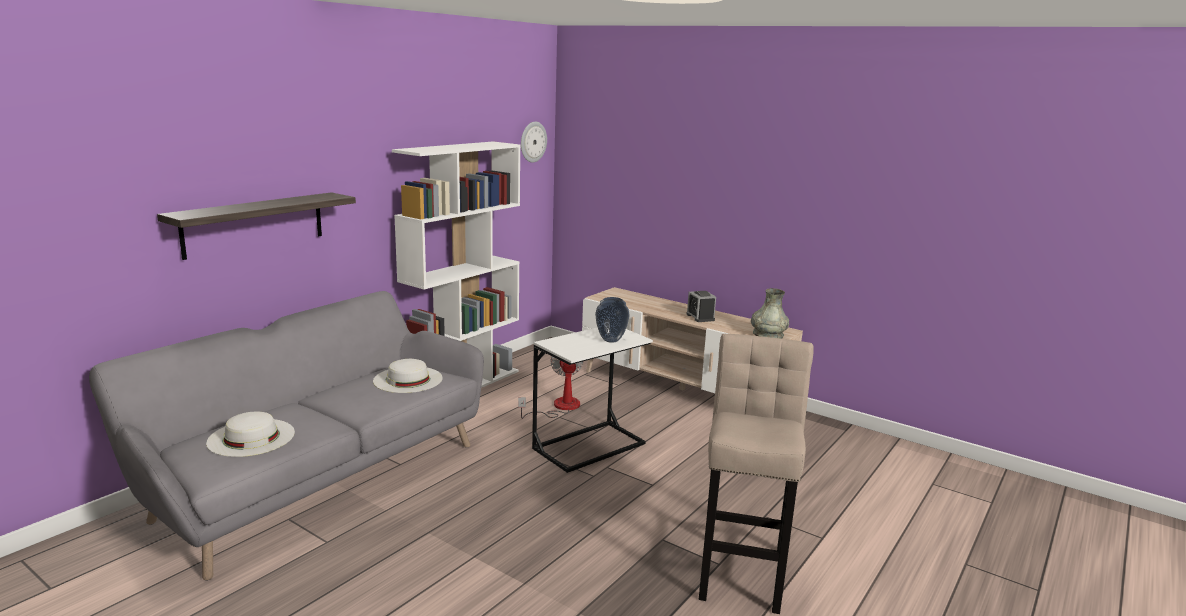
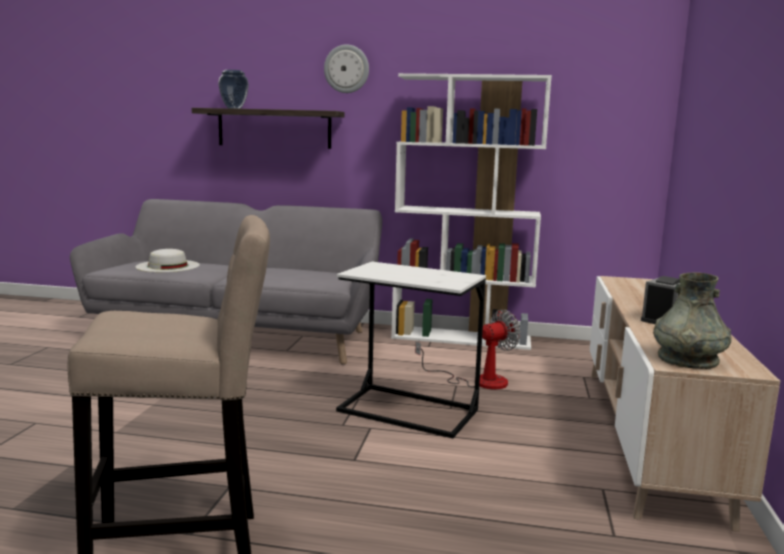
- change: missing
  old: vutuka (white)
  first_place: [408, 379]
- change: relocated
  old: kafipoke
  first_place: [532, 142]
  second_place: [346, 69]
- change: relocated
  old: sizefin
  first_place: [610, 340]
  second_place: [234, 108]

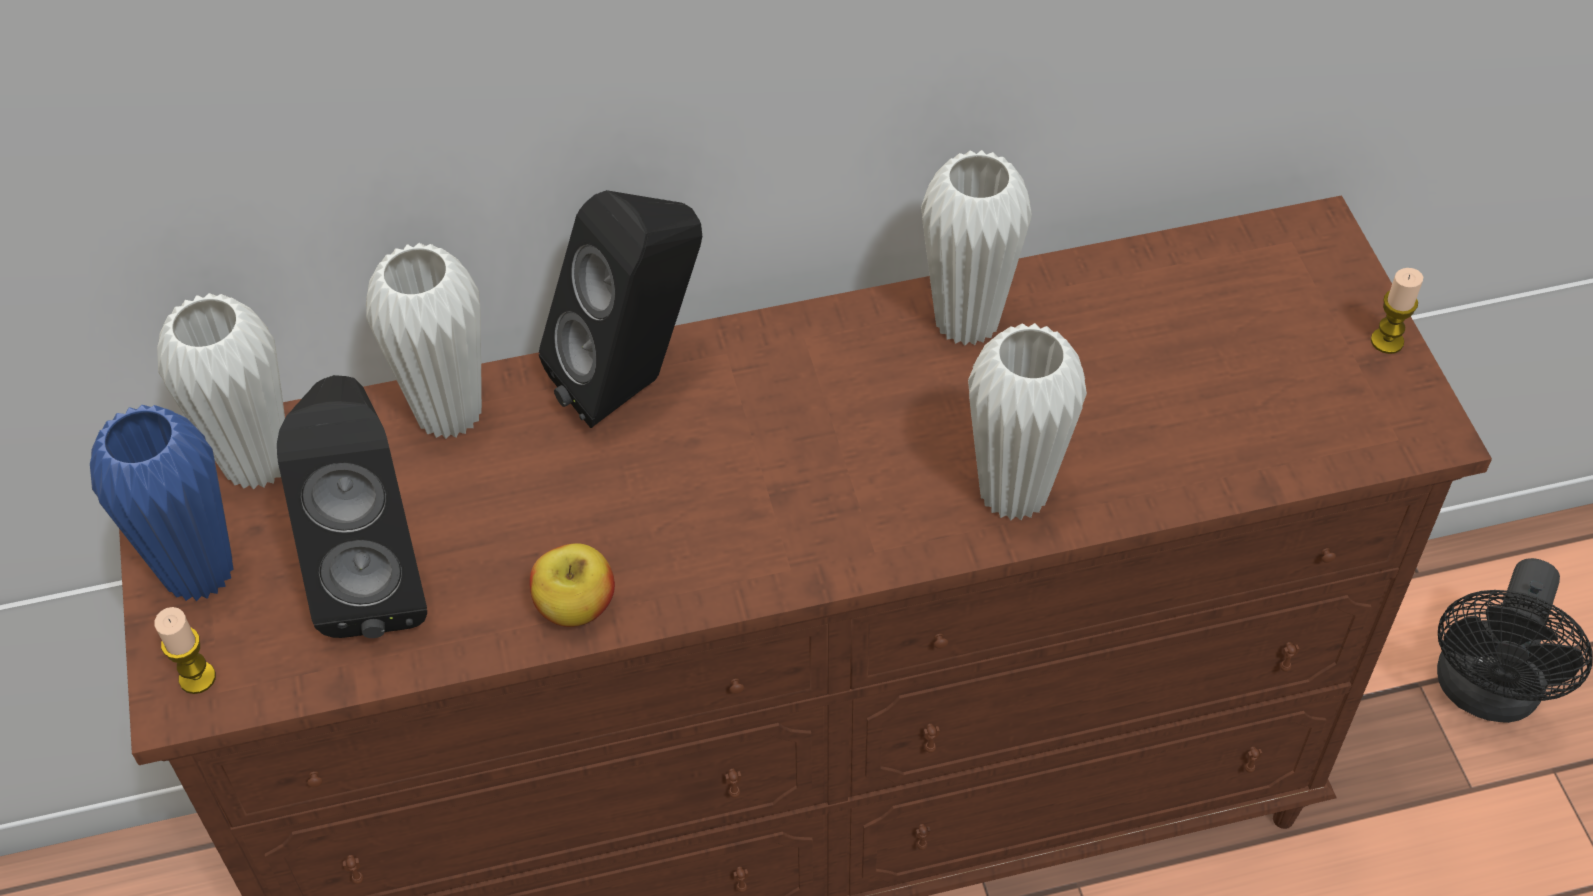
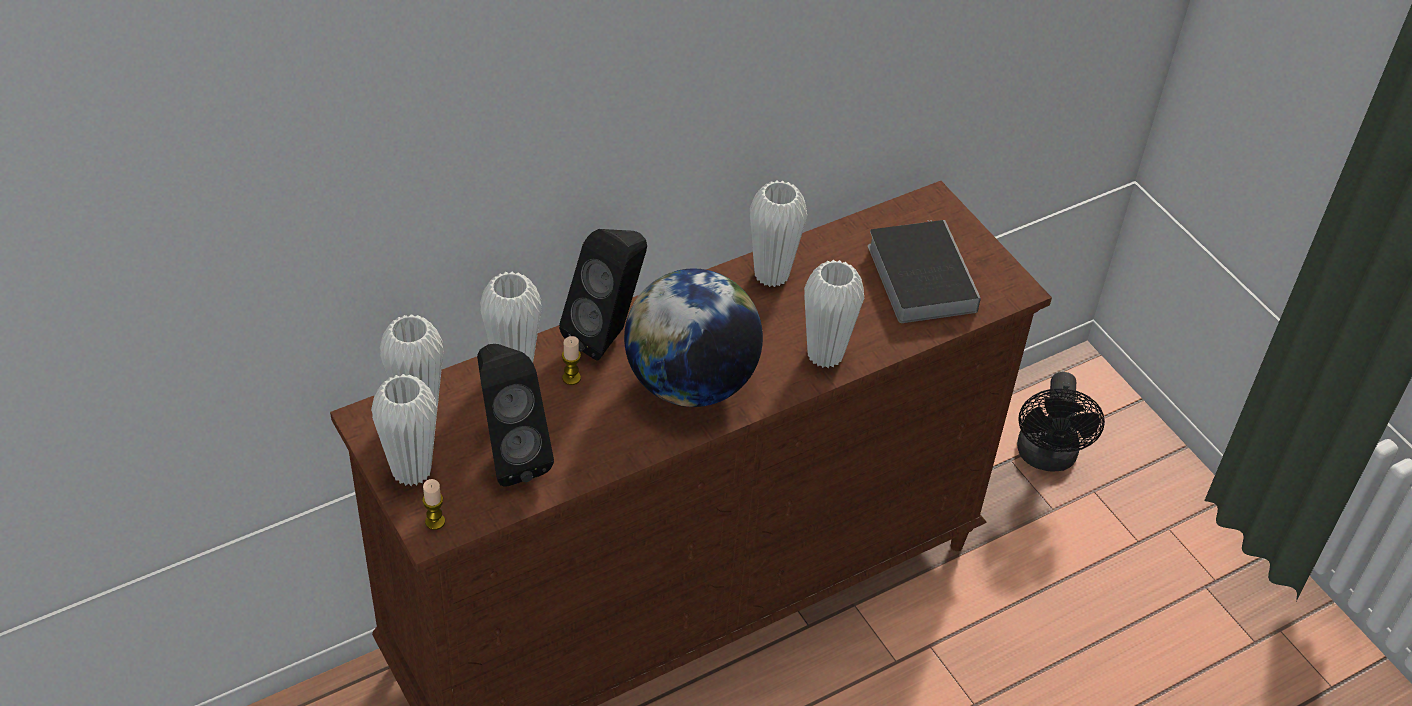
- change: missing
  old: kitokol
  first_place: [575, 606]
- change: appeared
  new: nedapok
  second_place: [690, 383]
- change: appeared
  new: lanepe
  second_place: [919, 275]
- change: relocated
  old: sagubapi
  first_place: [1387, 341]
  second_place: [571, 378]
- change: colour
  old: sizefin (blue)
  new: sizefin (white)
  first_place: [199, 572]
  second_place: [411, 471]

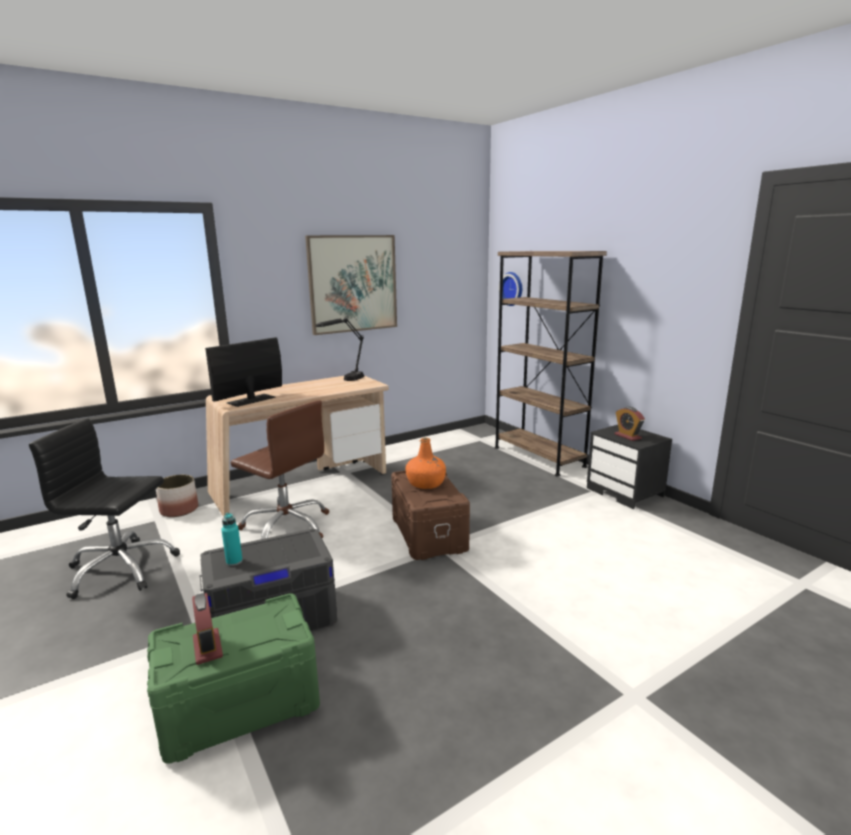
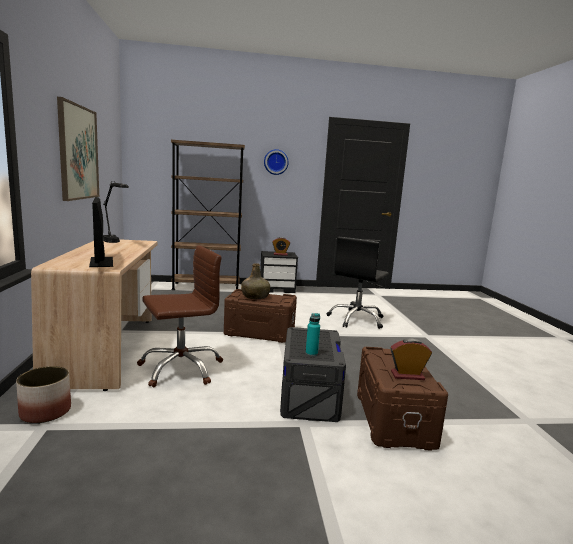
- change: relocated
  old: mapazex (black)
  first_place: [121, 569]
  second_place: [356, 319]
- change: relocated
  old: kafipoke
  first_place: [513, 288]
  second_place: [276, 162]
- change: colour
  old: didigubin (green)
  new: didigubin (brown)
  first_place: [239, 703]
  second_place: [392, 419]
- change: colour
  old: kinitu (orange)
  new: kinitu (green)
  first_place: [426, 483]
  second_place: [255, 297]

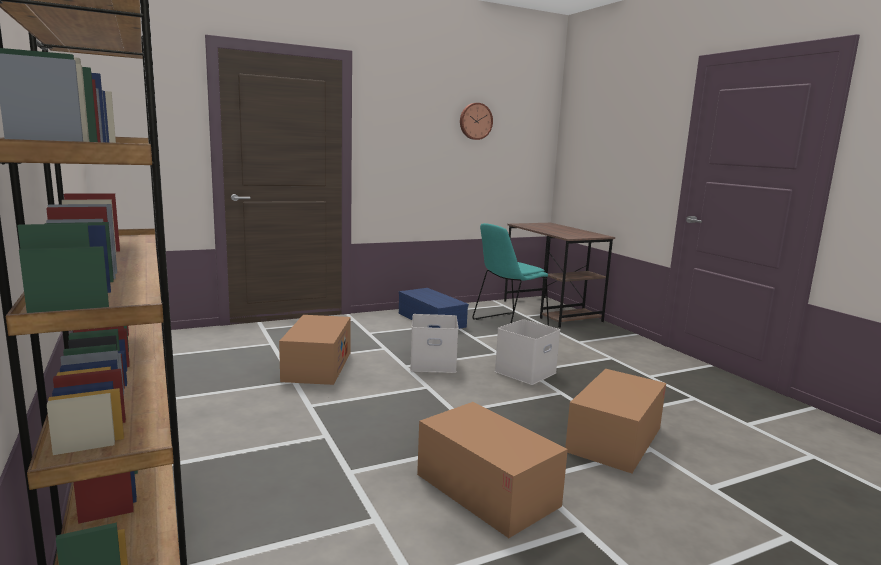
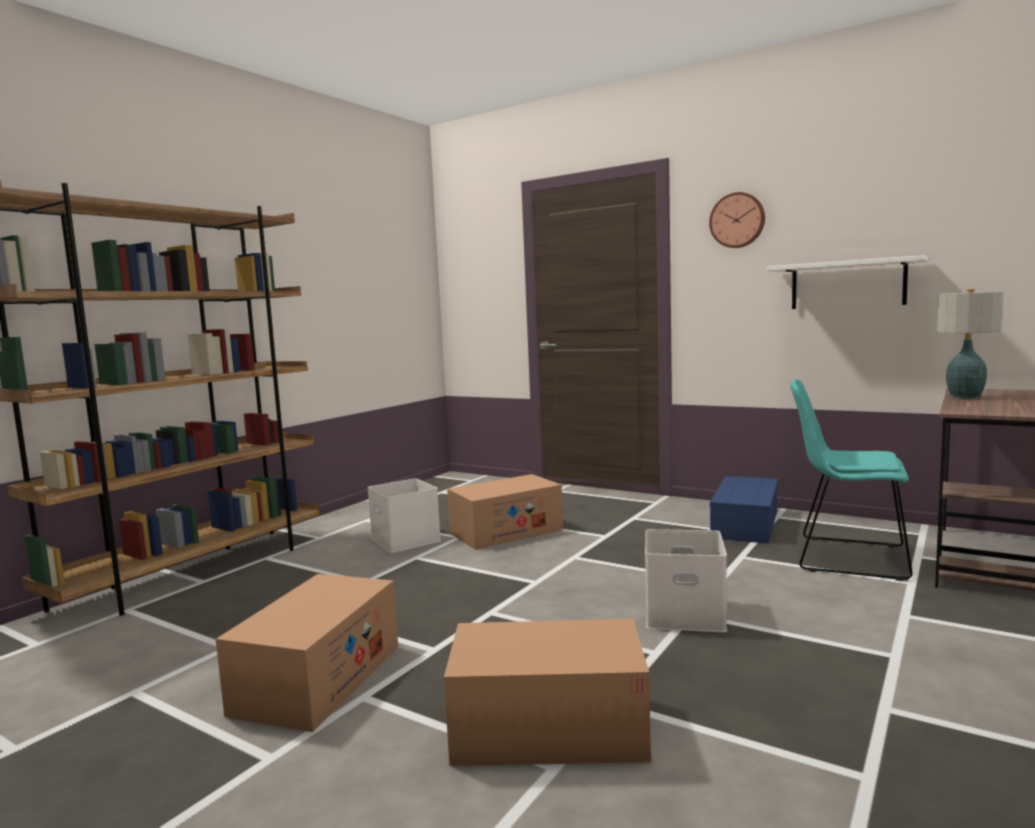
- change: appeared
  new: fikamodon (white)
  second_place: [847, 284]
- change: appeared
  new: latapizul
  second_place: [965, 397]
- change: relocated
  old: didigubin (white)
  first_place: [432, 364]
  second_place: [404, 540]
- change: relocated
  old: kafipoke
  first_place: [475, 121]
  second_place: [737, 220]

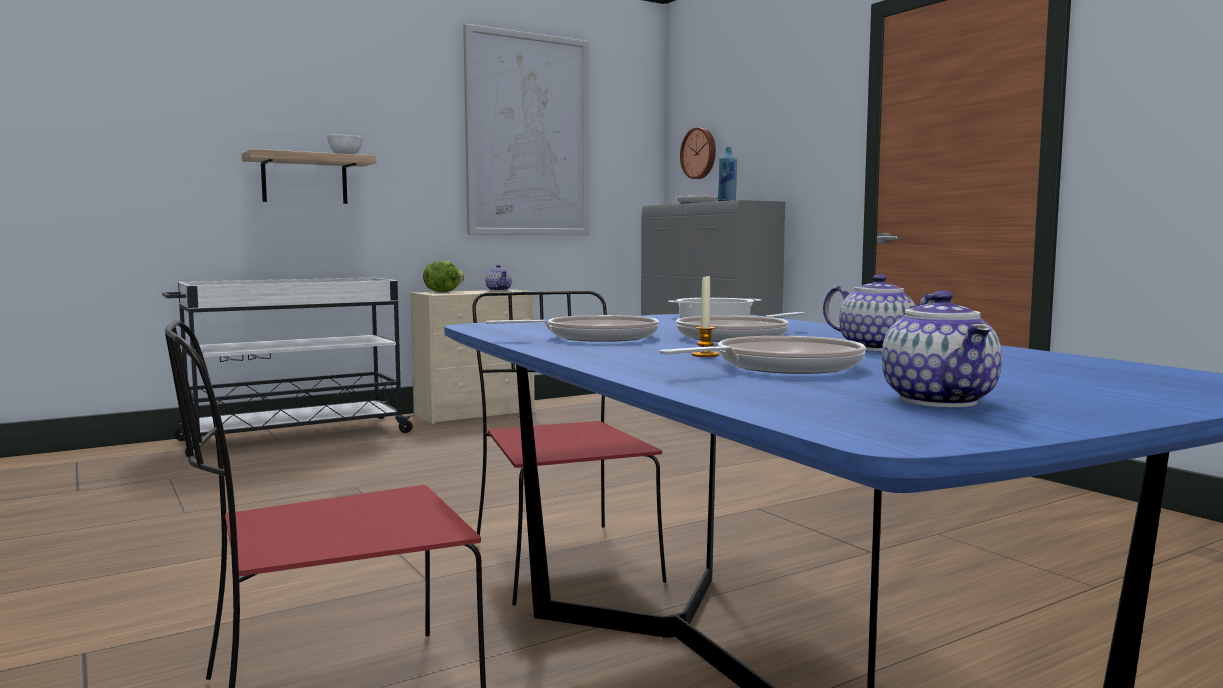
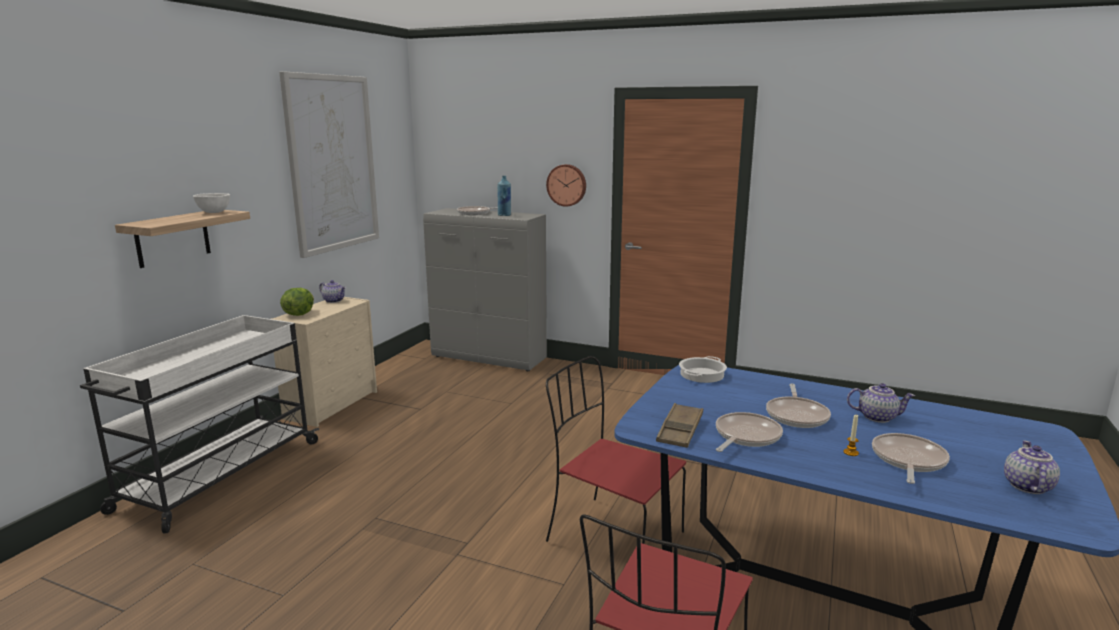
- change: appeared
  new: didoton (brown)
  second_place: [680, 430]
- change: relocated
  old: kafipoke
  first_place: [699, 153]
  second_place: [567, 185]
- change: spun
  old: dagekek
  first_place: [941, 401]
  second_place: [1026, 486]
  degrees: -120

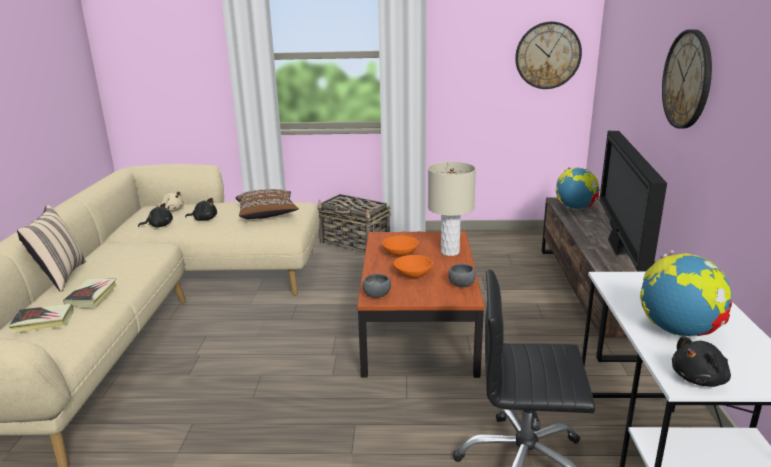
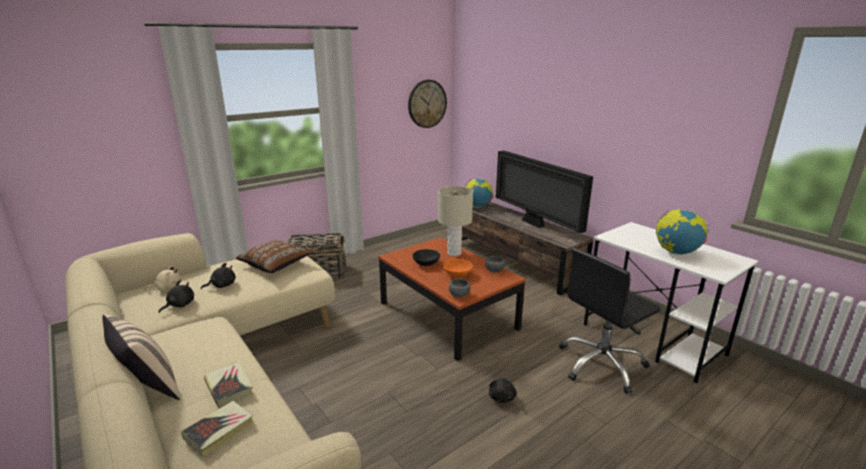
- change: missing
  old: kafipoke
  first_place: [687, 79]
- change: relocated
  old: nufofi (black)
  first_place: [700, 379]
  second_place: [502, 397]
- change: colour
  old: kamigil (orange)
  new: kamigil (black)
  first_place: [400, 253]
  second_place: [426, 263]

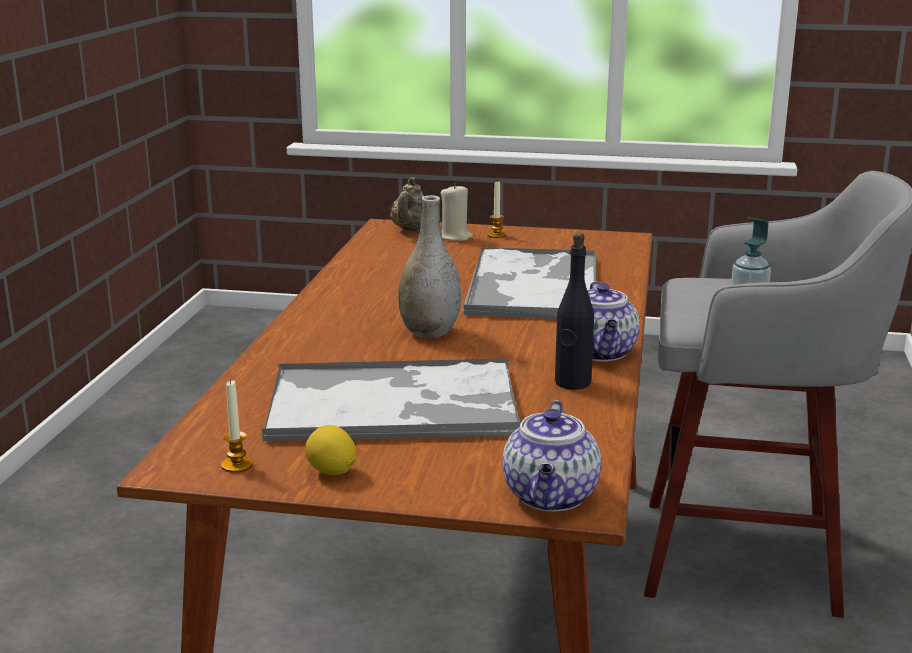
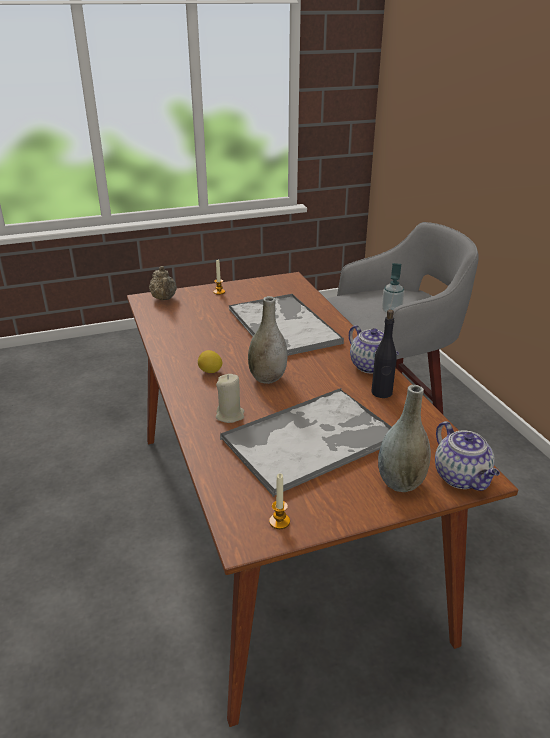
- change: appeared
  new: sizefin (grey)
  second_place: [400, 482]
- change: relocated
  old: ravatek
  first_place: [331, 472]
  second_place: [210, 371]
- change: relocated
  old: sagubapi (beige)
  first_place: [455, 237]
  second_place: [230, 415]

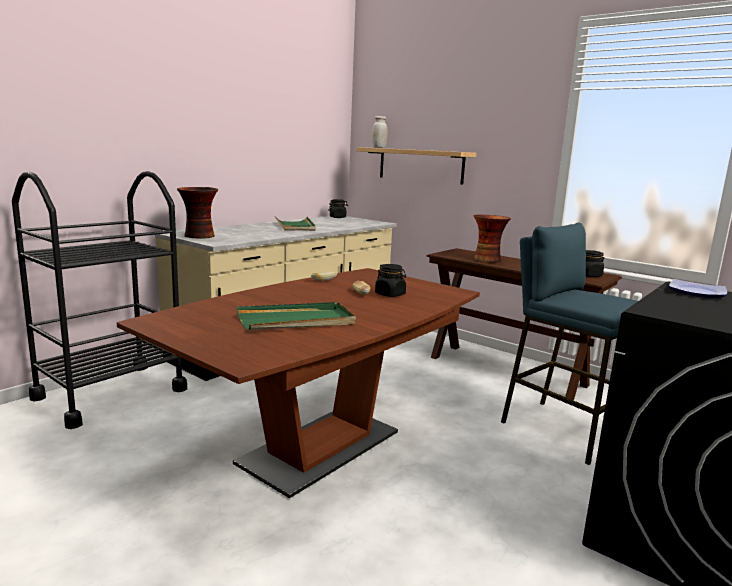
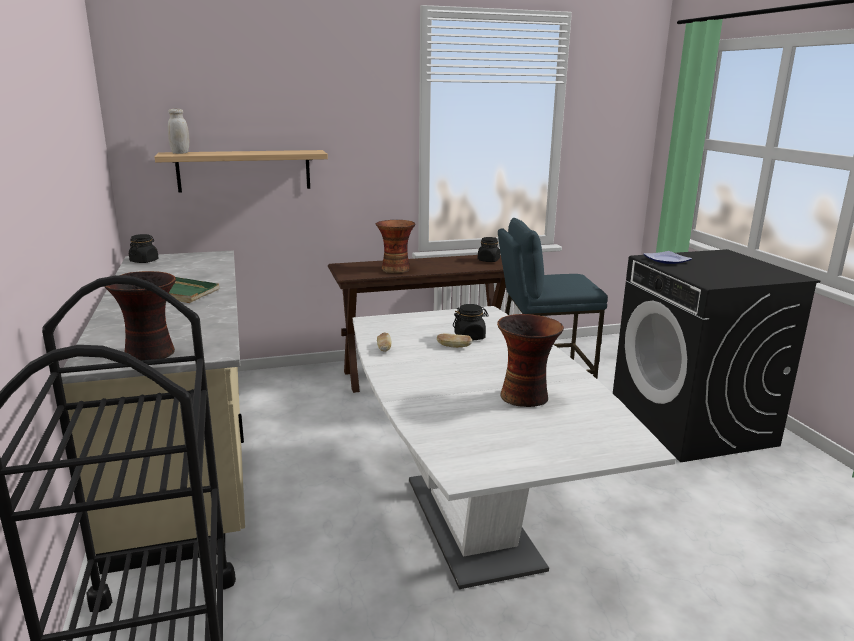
- change: exchanged
  old: didoton (green)
  new: sizefin
  first_place: [296, 321]
  second_place: [526, 396]
- change: colour
  old: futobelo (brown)
  new: futobelo (white)
  first_place: [320, 447]
  second_place: [471, 522]

